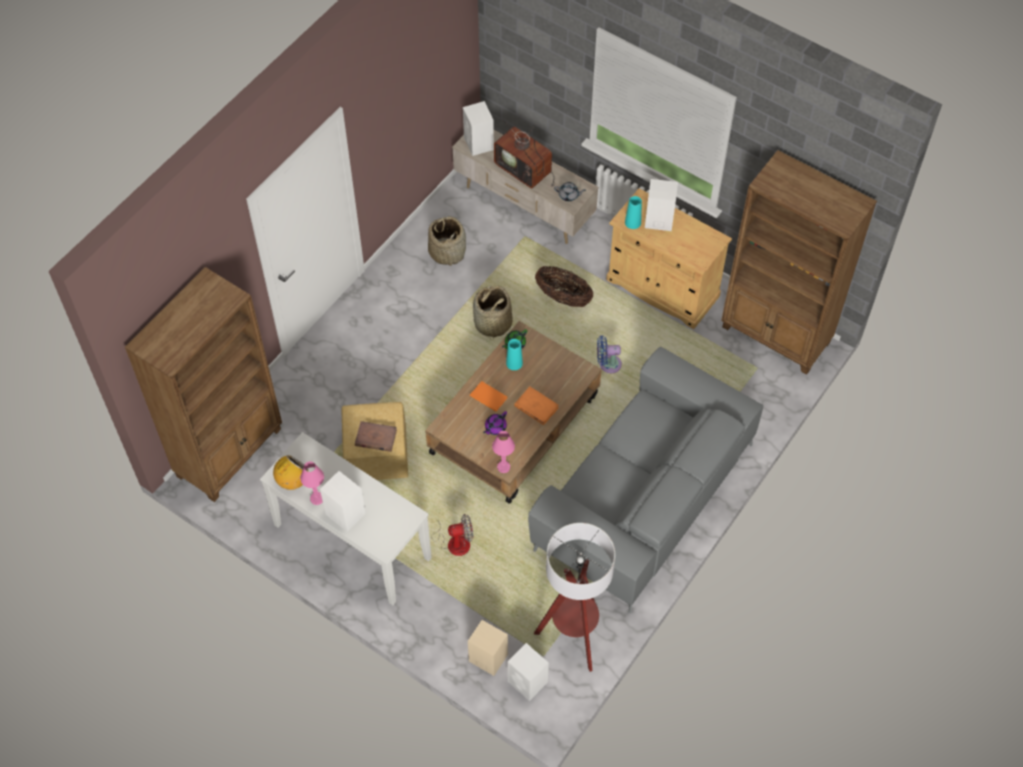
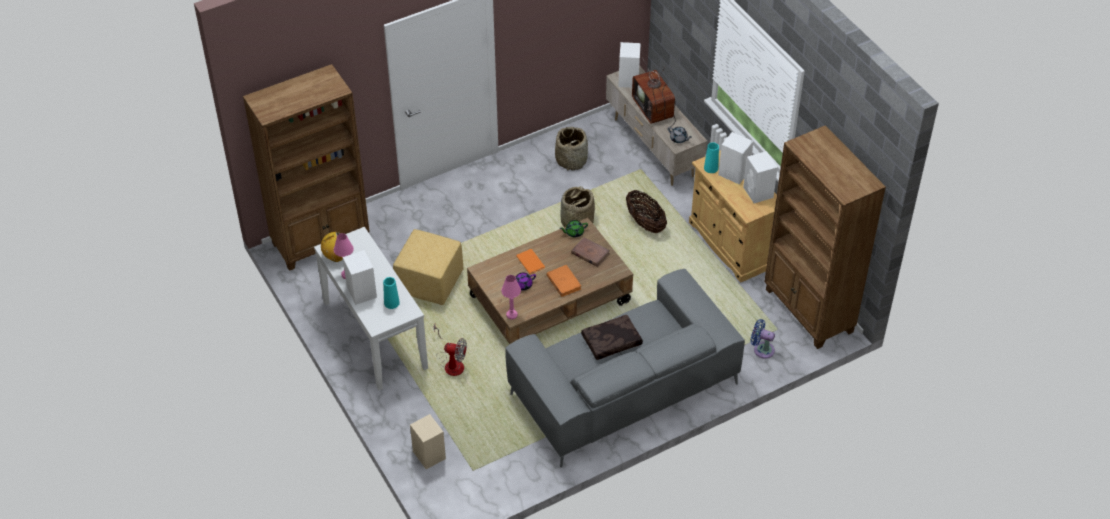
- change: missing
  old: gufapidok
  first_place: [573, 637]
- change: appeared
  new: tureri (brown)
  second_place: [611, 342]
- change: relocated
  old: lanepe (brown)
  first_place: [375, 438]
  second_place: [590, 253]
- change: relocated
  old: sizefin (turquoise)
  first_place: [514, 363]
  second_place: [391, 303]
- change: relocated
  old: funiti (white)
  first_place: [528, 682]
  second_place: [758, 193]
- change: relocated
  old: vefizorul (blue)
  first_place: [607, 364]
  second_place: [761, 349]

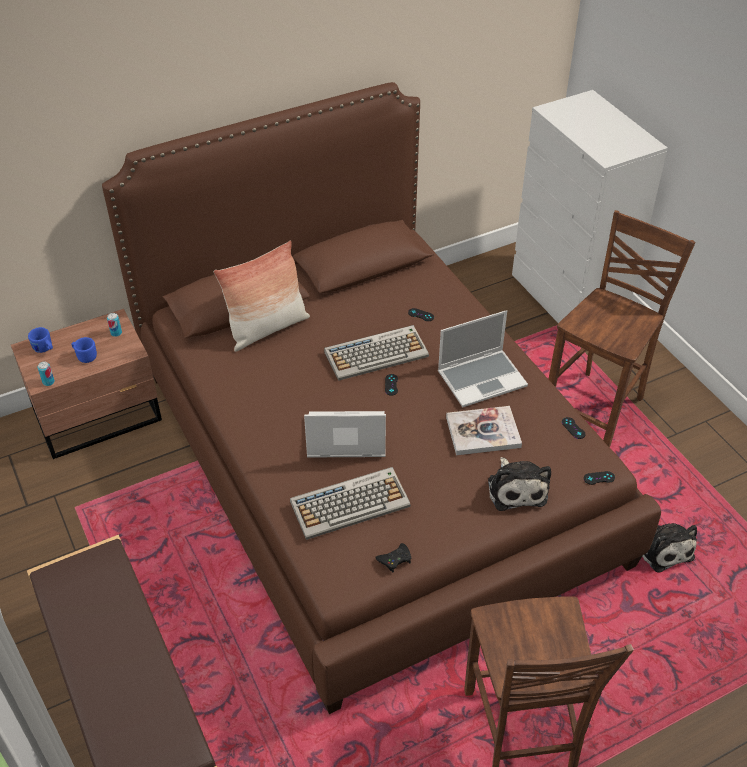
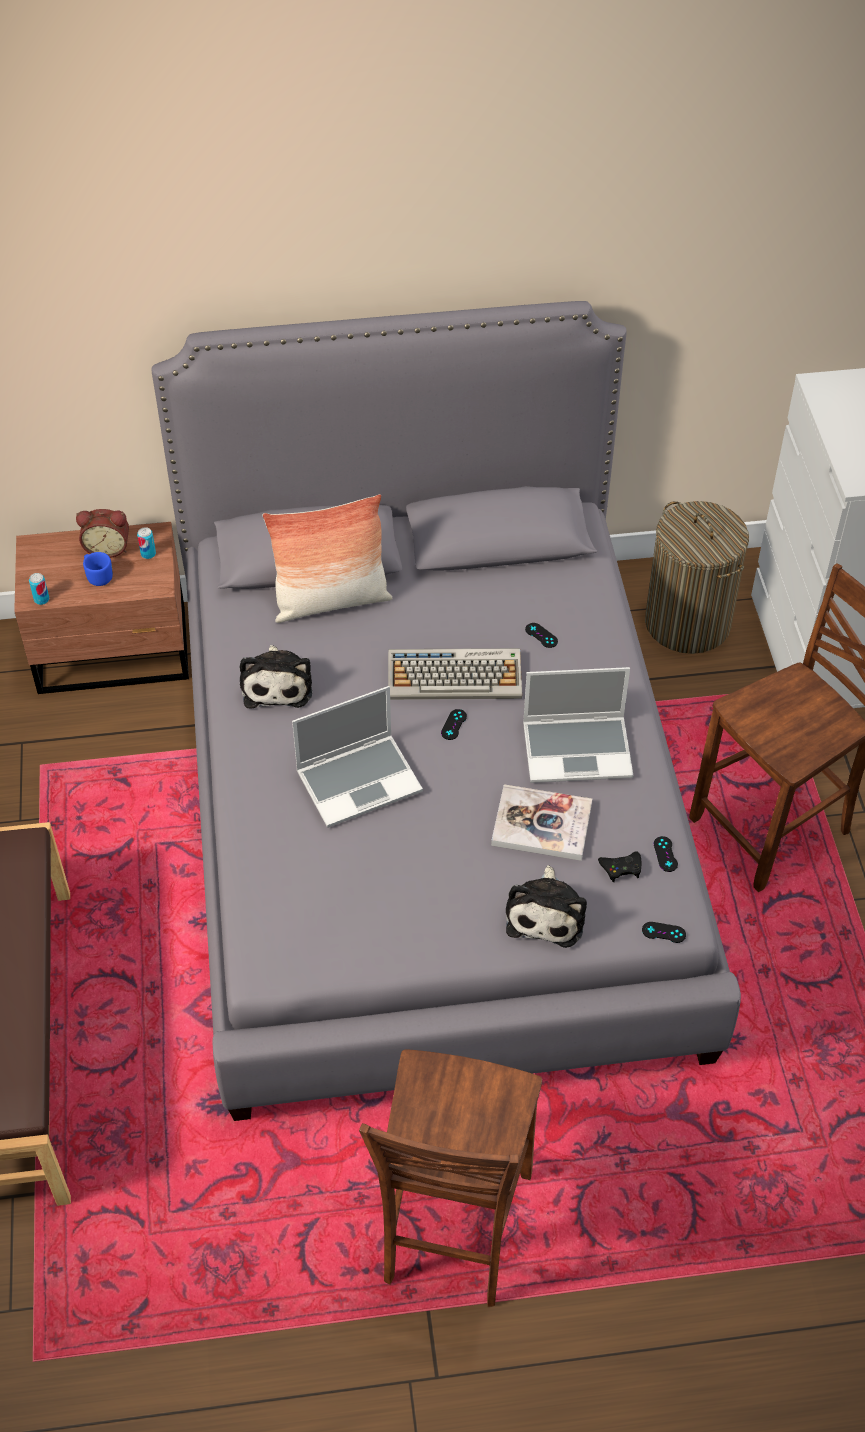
- change: missing
  old: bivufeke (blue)
  first_place: [44, 349]
- change: missing
  old: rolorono
  first_place: [350, 503]
- change: appeared
  new: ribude
  second_place: [107, 548]
- change: appeared
  new: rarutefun
  second_place: [688, 622]
- change: relocated
  old: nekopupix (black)
  first_place: [395, 559]
  second_place: [621, 868]
- change: relocated
  old: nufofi
  first_place: [663, 548]
  second_place: [277, 684]
- change: colour
  old: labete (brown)
  new: labete (grey)
  first_place: [372, 463]
  second_place: [430, 815]
- change: spun
  old: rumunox
  first_place: [345, 437]
  second_place: [360, 780]
  degrees: 135

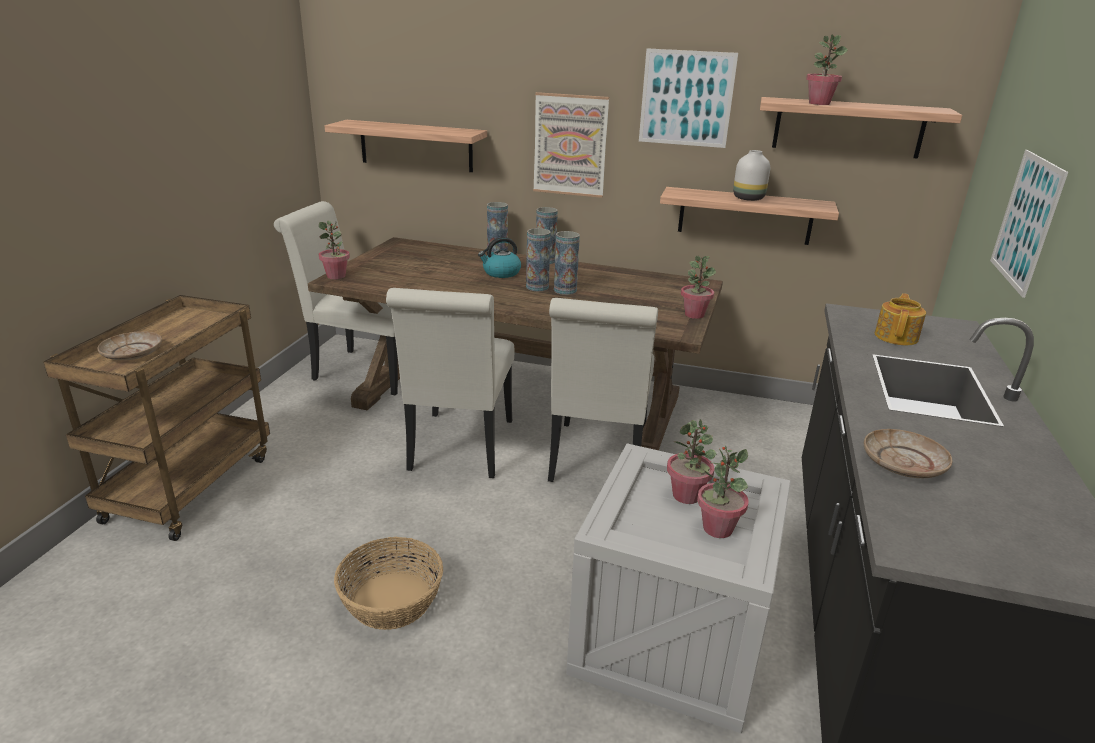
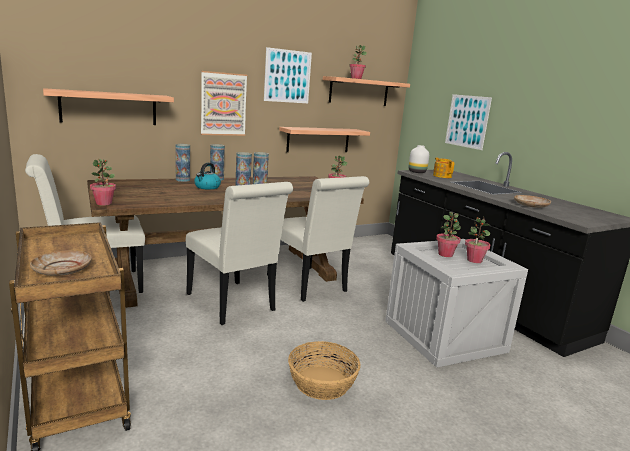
- change: relocated
  old: sizefin (white)
  first_place: [749, 198]
  second_place: [417, 172]

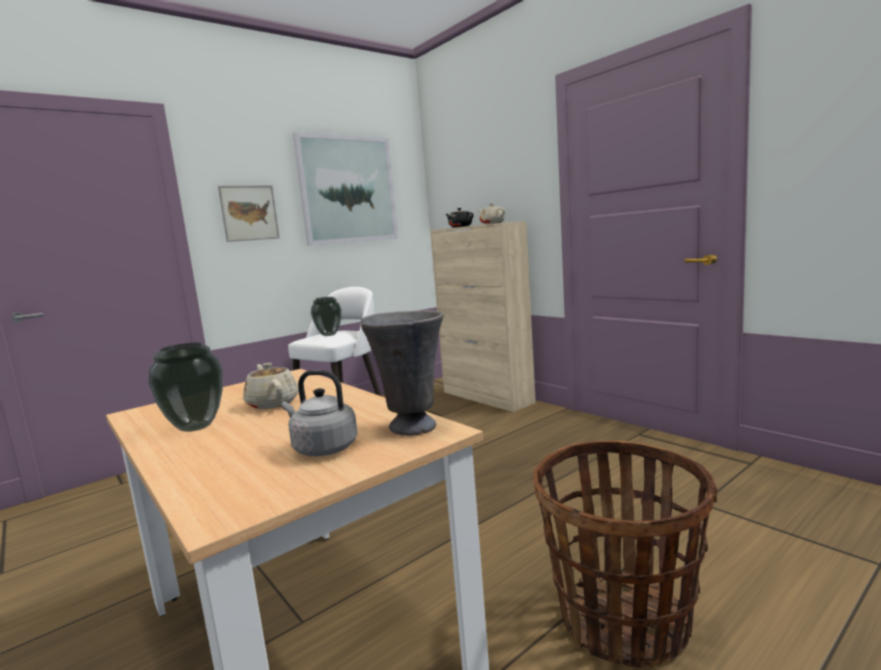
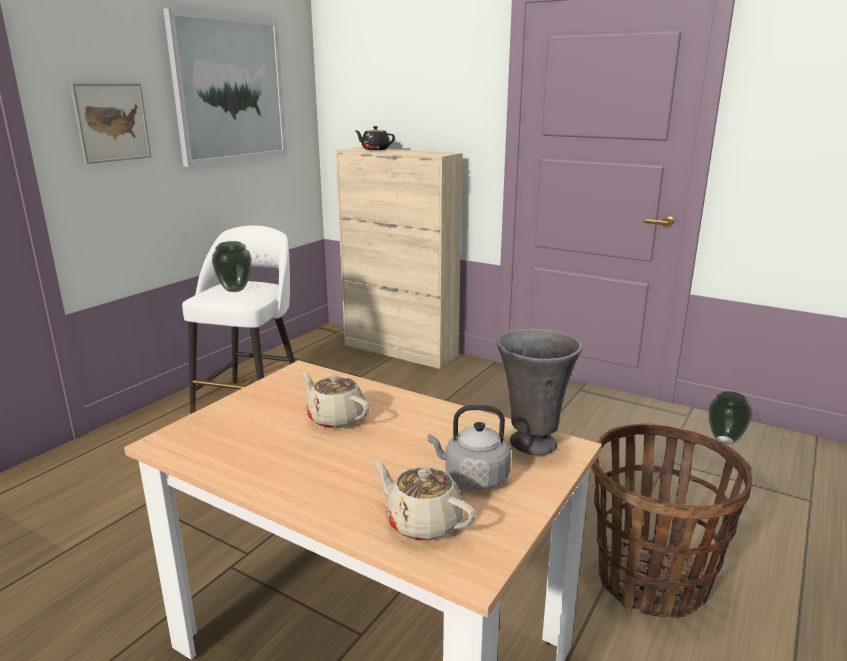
- change: relocated
  old: sizefin
  first_place: [197, 427]
  second_place: [725, 440]
- change: relocated
  old: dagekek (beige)
  first_place: [492, 223]
  second_place: [422, 522]

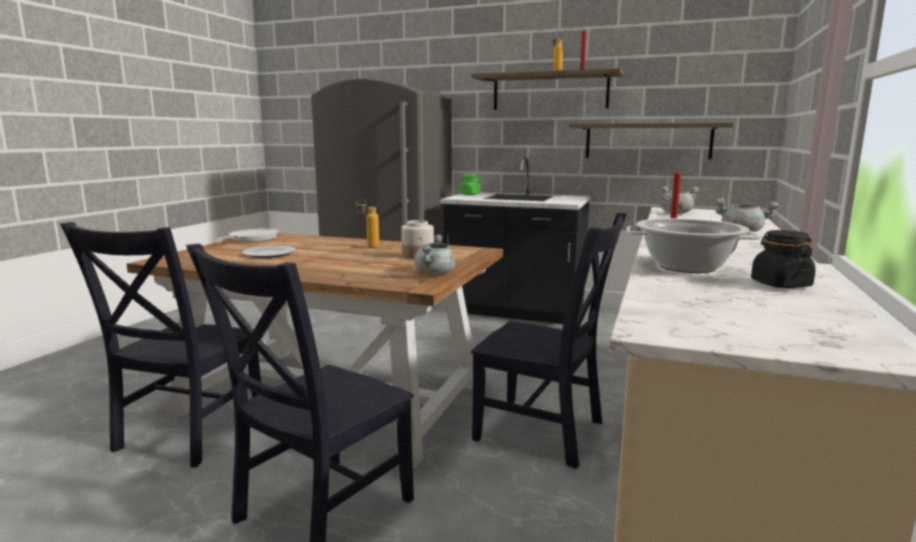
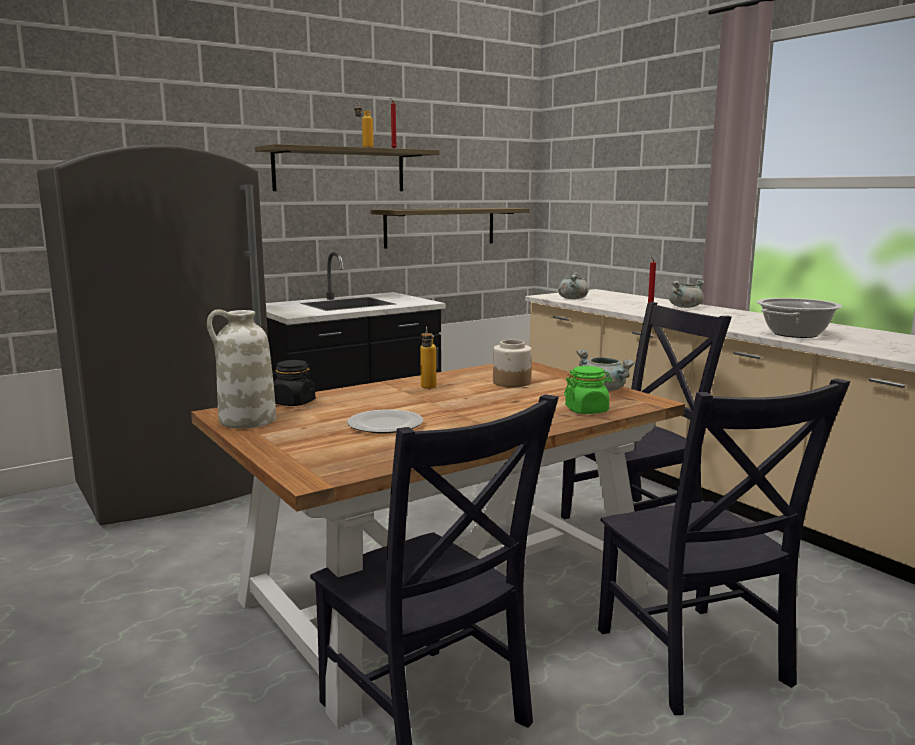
- change: relocated
  old: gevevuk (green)
  first_place: [470, 194]
  second_place: [587, 410]
- change: relocated
  old: gevevuk (black)
  first_place: [780, 284]
  second_place: [293, 403]
- change: exchanged
  old: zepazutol
  new: sizefin (white)
  first_place: [251, 239]
  second_place: [247, 421]

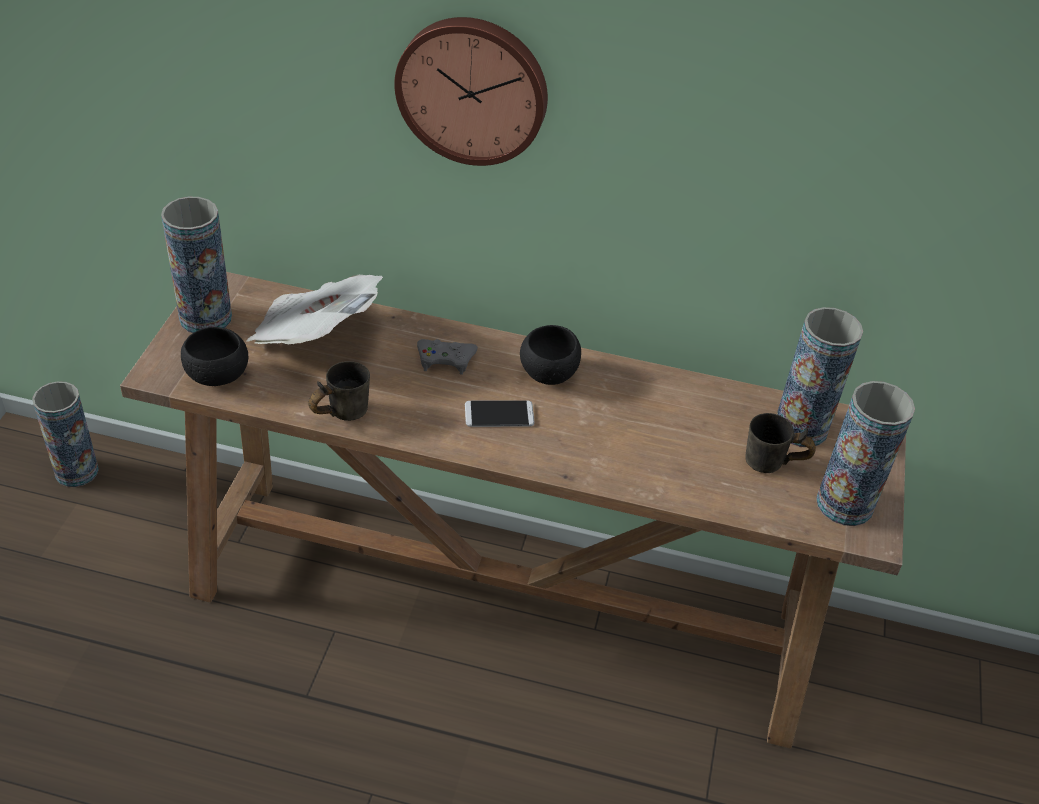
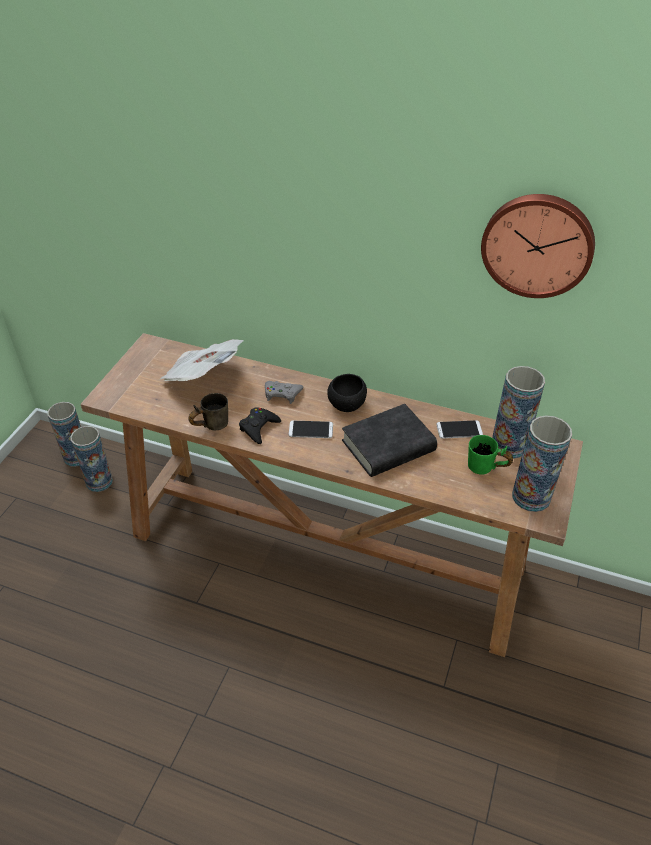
- change: missing
  old: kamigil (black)
  first_place: [217, 376]
- change: appeared
  new: nekopupix (black)
  second_place: [258, 428]
- change: appeared
  new: lanepe (black)
  second_place: [388, 446]
- change: appeared
  new: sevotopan
  second_place: [459, 430]
- change: relocated
  old: sizefin
  first_place: [205, 318]
  second_place: [99, 481]
- change: relocated
  old: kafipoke
  first_place: [473, 89]
  second_place: [538, 244]
- change: colour
  old: bivufeke (grey)
  new: bivufeke (green)
  first_place: [771, 467]
  second_place: [484, 470]

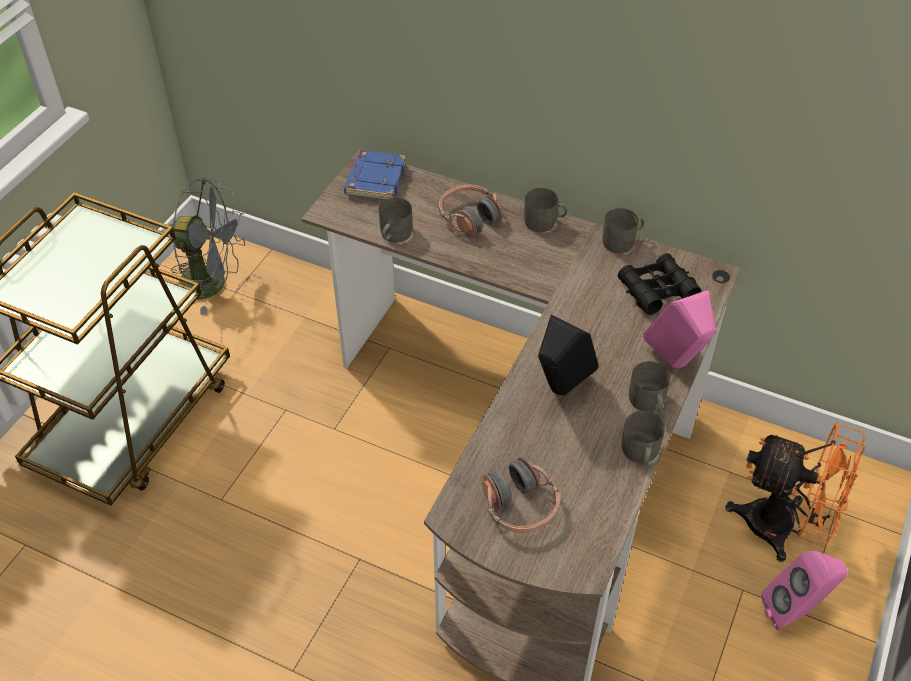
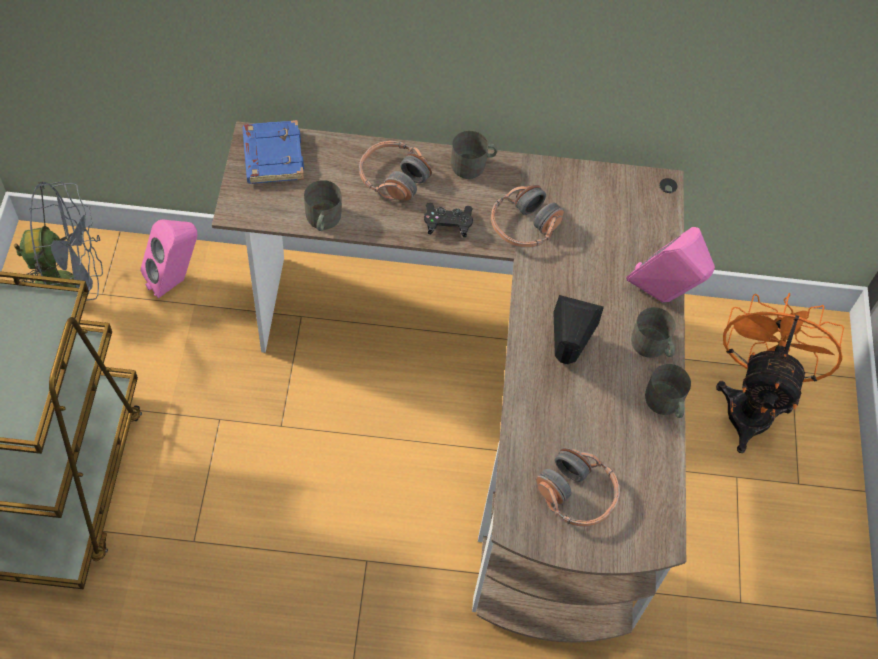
- change: missing
  old: bivufeke (grey)
  first_place: [622, 241]
- change: missing
  old: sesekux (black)
  first_place: [656, 290]
- change: appeared
  new: nekopupix (black)
  second_place: [447, 224]
- change: appeared
  new: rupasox
  second_place: [524, 226]
- change: relocated
  old: funiti (pink)
  first_place: [794, 612]
  second_place: [176, 280]
- change: spun
  old: vefizorul (orange)
  first_place: [783, 528]
  second_place: [752, 403]
  degrees: -75

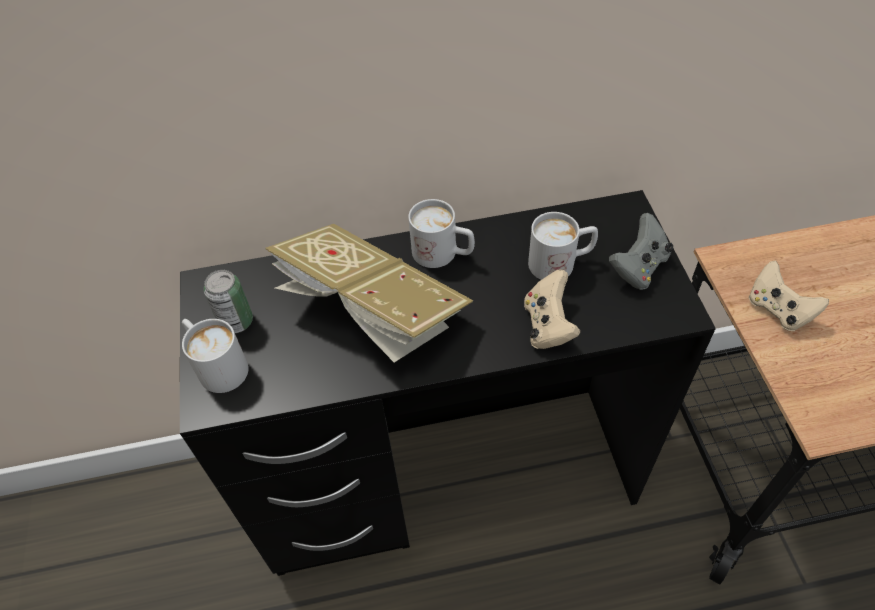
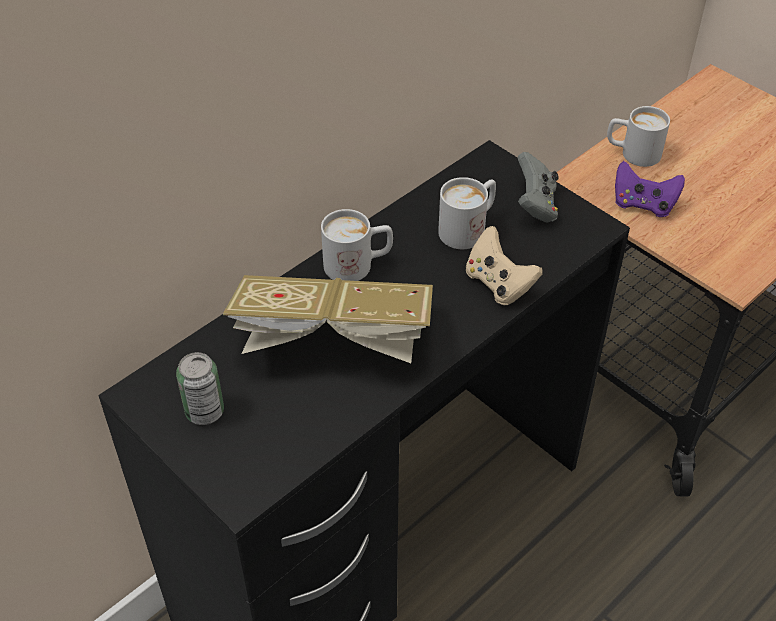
- change: relocated
  old: bivufeke (white)
  first_place: [217, 365]
  second_place: [632, 153]
- change: colour
  old: nekopupix (beige)
  new: nekopupix (purple)
  first_place: [778, 310]
  second_place: [643, 204]

